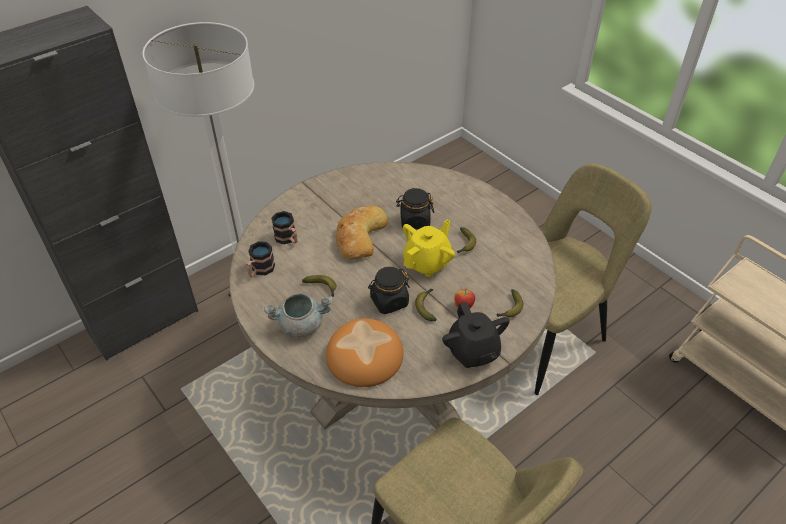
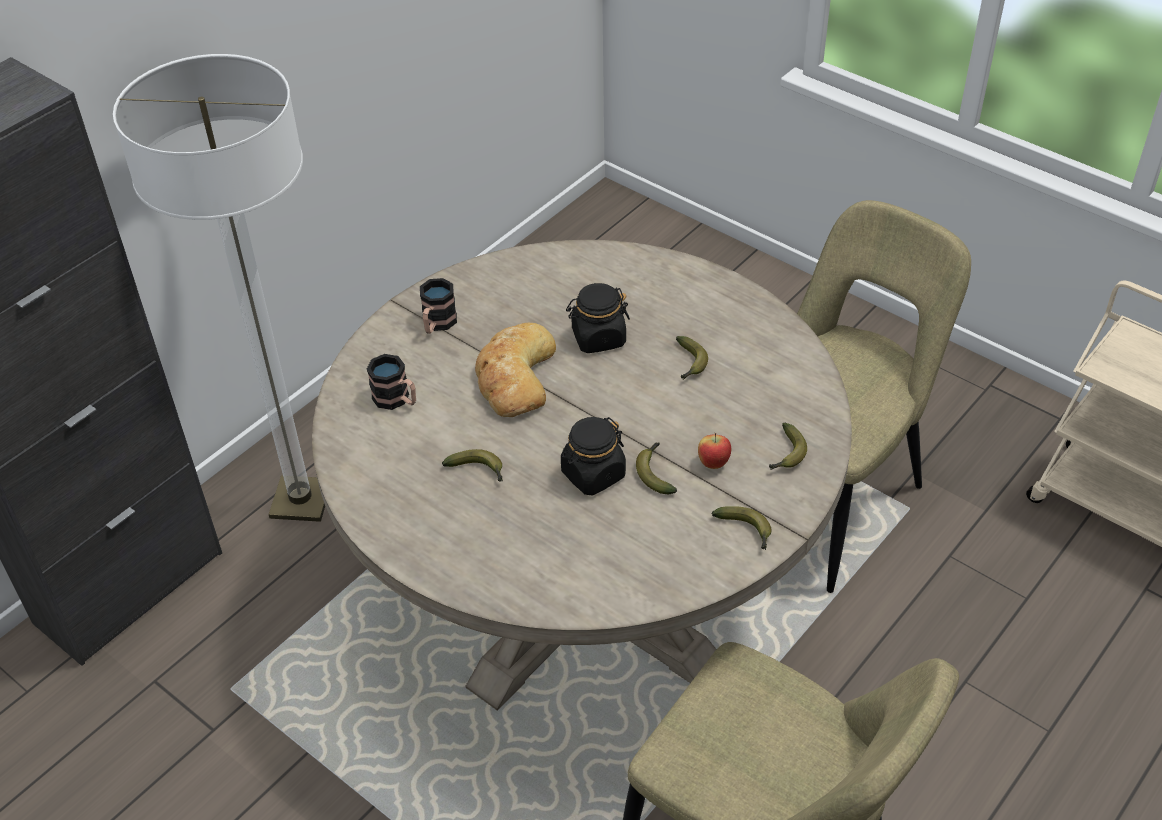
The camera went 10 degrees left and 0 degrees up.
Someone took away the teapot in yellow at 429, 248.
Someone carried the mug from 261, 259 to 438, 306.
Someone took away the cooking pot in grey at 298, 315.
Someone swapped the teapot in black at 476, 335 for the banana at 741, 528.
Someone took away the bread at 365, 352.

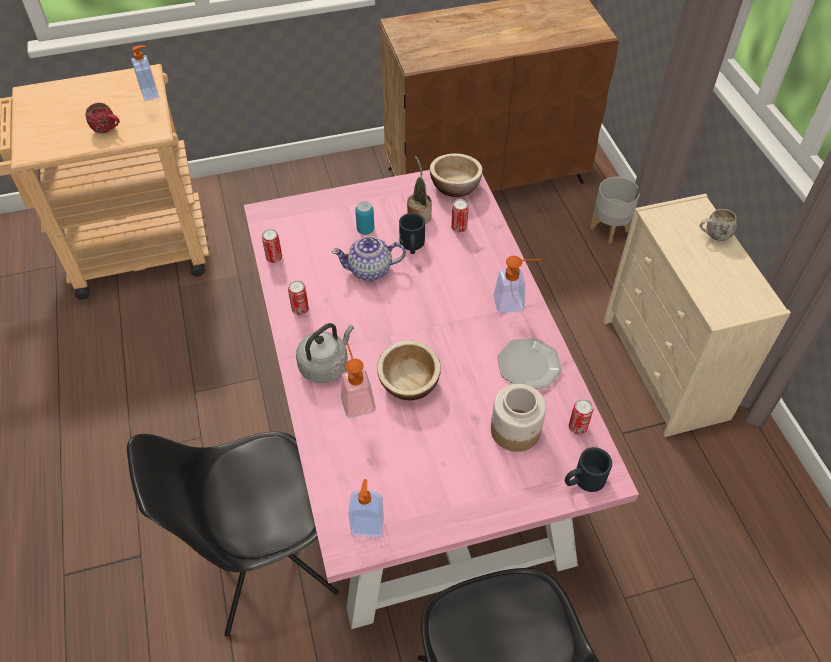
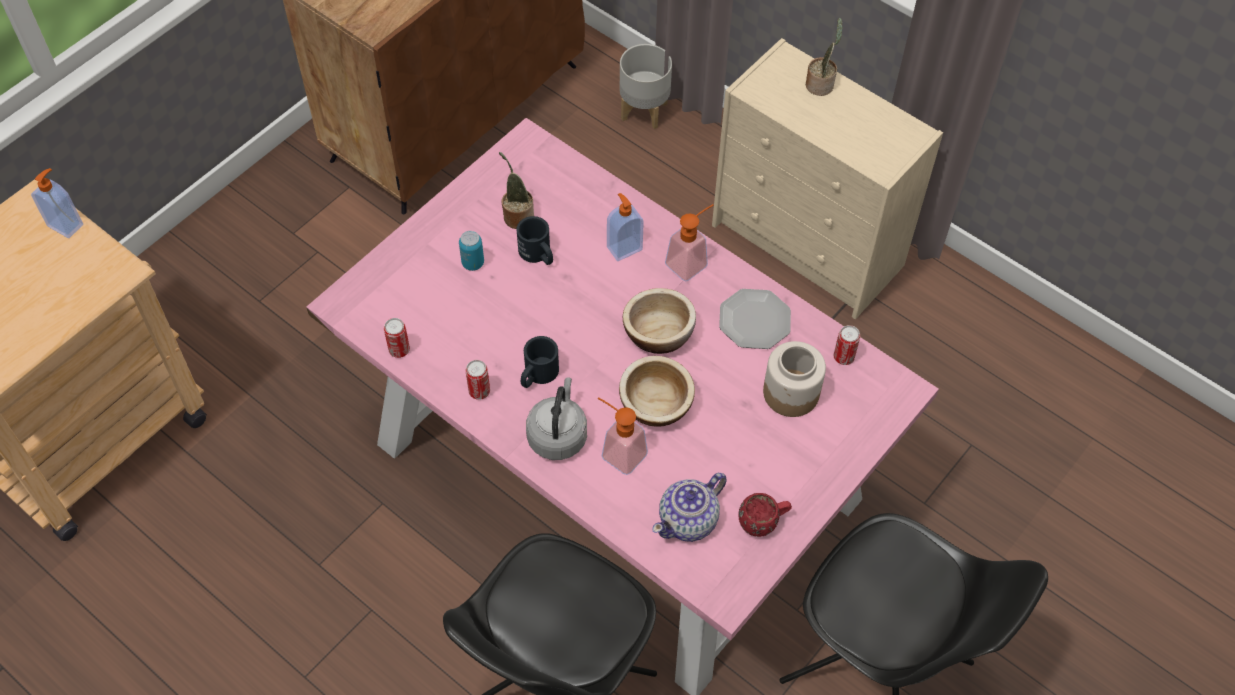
The camera went 35 degrees left and 5 degrees up.
Someone carried the mug in red from 103, 118 to 765, 515.
Someone carried the bowl from 456, 175 to 659, 321.
Someone took away the can at 460, 216.
Someone swapped the mug in white at 718, 225 for the potted plant at 824, 57.
Someone carried the teapot from 369, 258 to 689, 507.
Someone carried the mug in black from 588, 469 to 540, 362.
Someone carried the soap dispenser from 366, 508 to 625, 227.

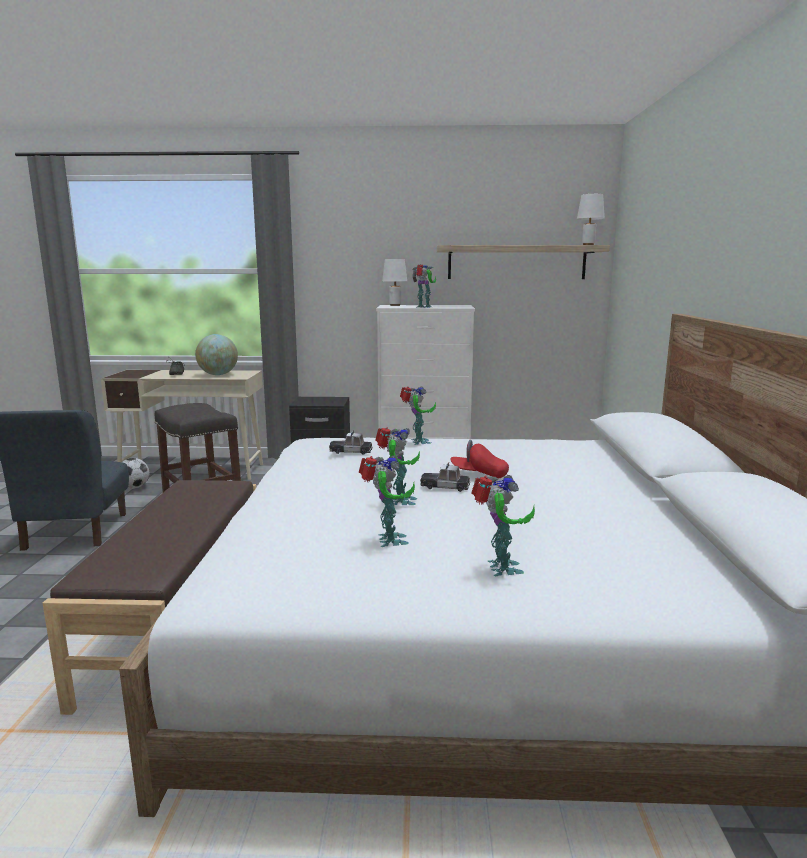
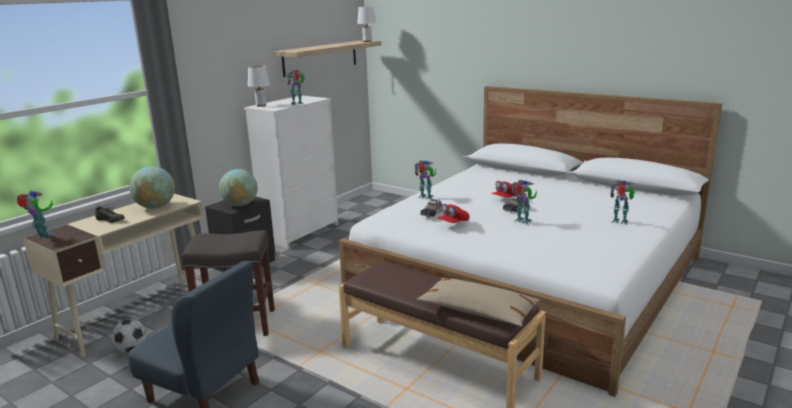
The camera went 55 degrees left and 5 degrees up.
Someone carried the toy robot from 387, 501 to 36, 215.
Someone put down the globe at 238, 187.
Someone put down the cap in red at 453, 213.
Someone put down the pillow in beige at 478, 302.

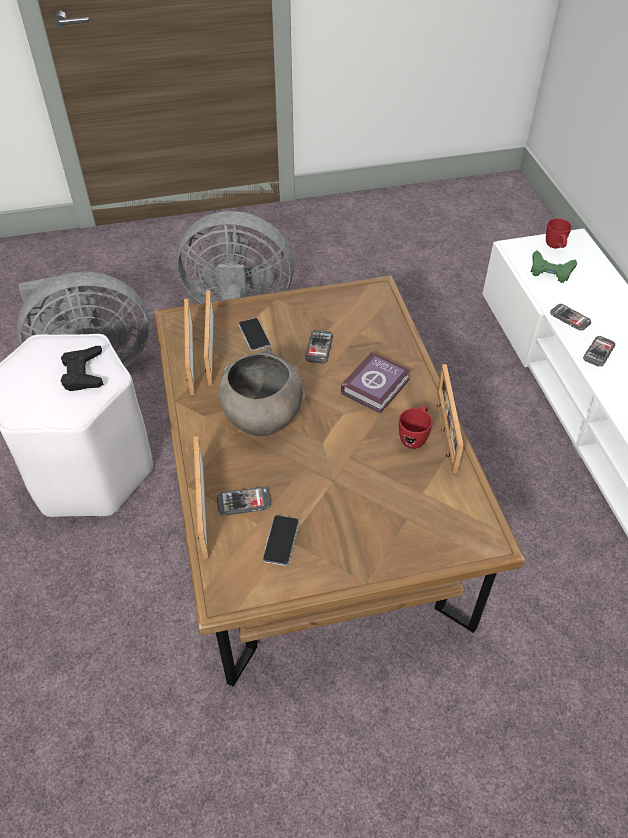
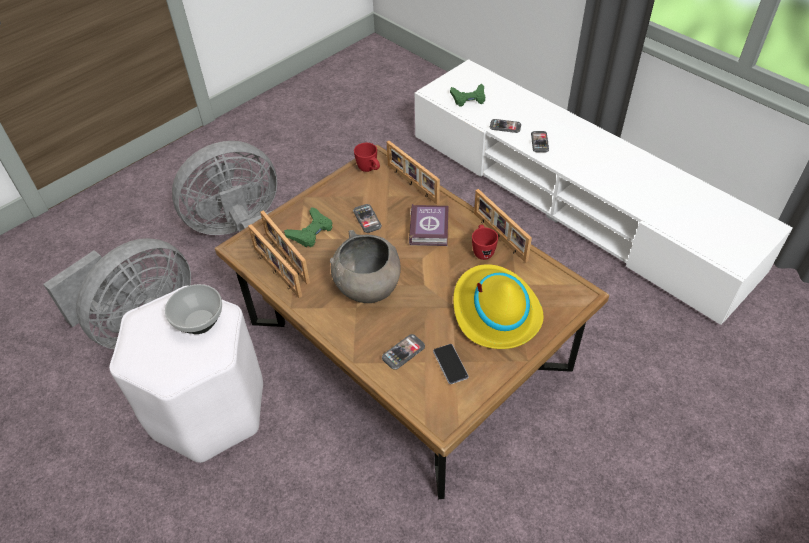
The camera went 30 degrees left and 0 degrees up.
Someone carried the mug in red from 559, 233 to 367, 157.
Someone swapped the phone at 254, 334 for the game controller in green at 308, 227.
Someone swapped the game controller in black at 82, 368 for the bowl at 193, 309.
Someone carried the picture frame from 201, 497 to 413, 172.
Someone put down the hat in yellow at 498, 306.

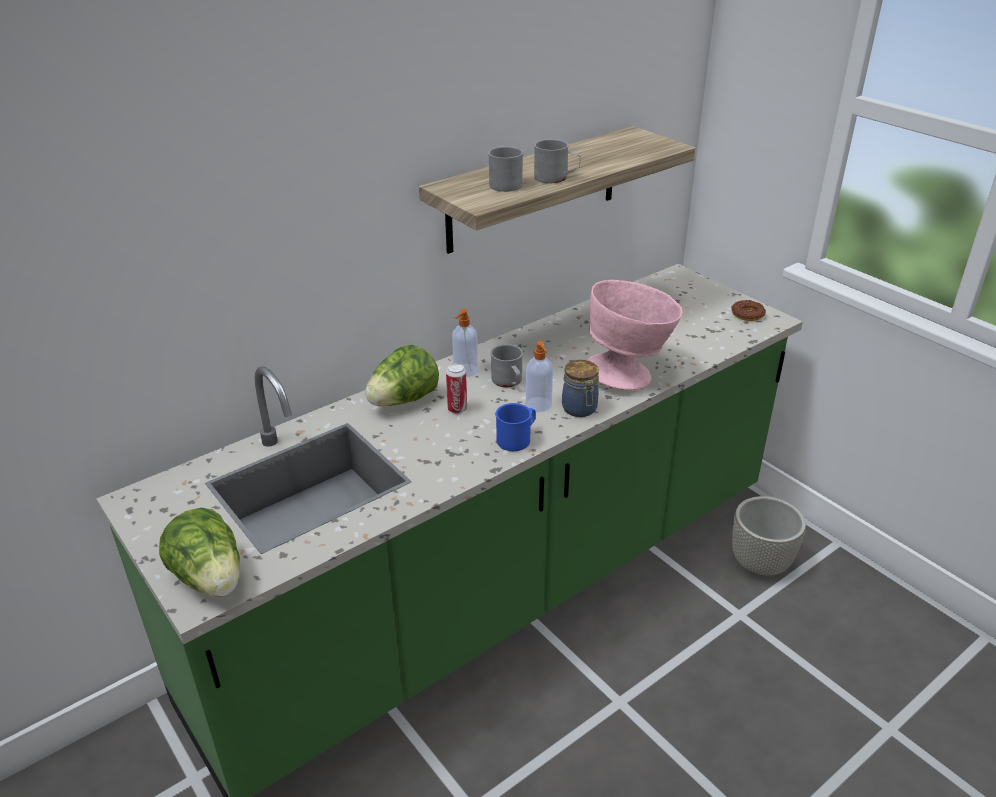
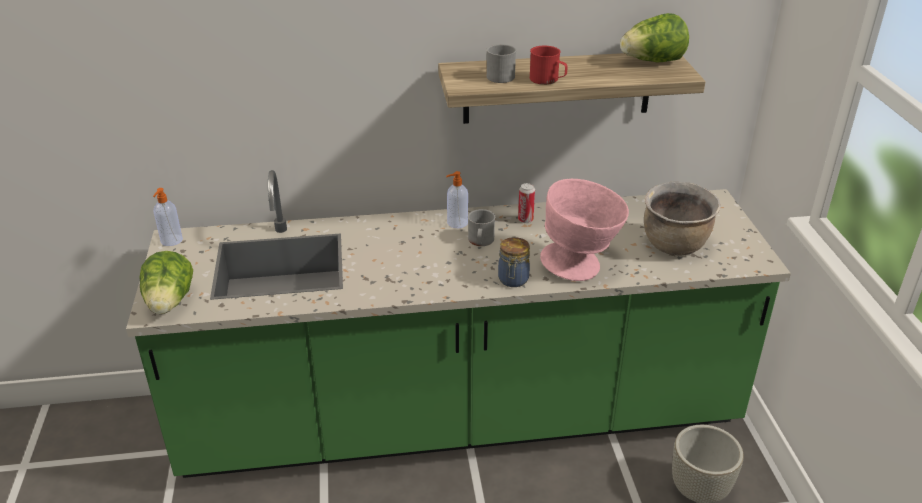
The camera went 30 degrees right and 0 degrees up.
Someone repainted the mug in grey at 557, 161, which became the mug in red at 549, 65.
Someone took away the donut at 748, 310.
Someone carried the soap dispenser from 539, 376 to 168, 217.
Someone carried the lettuce from 402, 375 to 654, 37.
Someone carried the can from 456, 388 to 526, 203.
Someone took away the mug in blue at 516, 427.
Someone put down the cooking pot in brown at 682, 218.

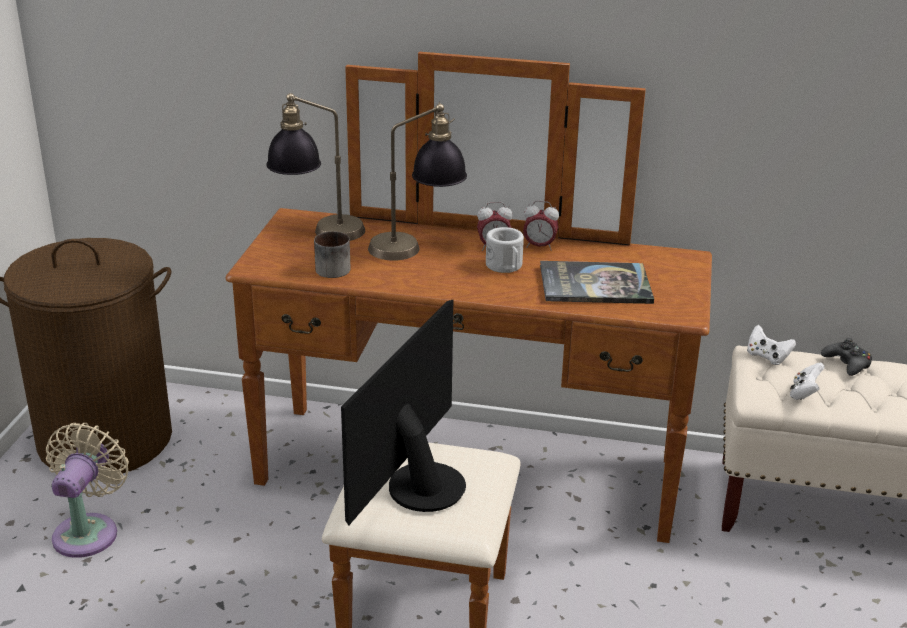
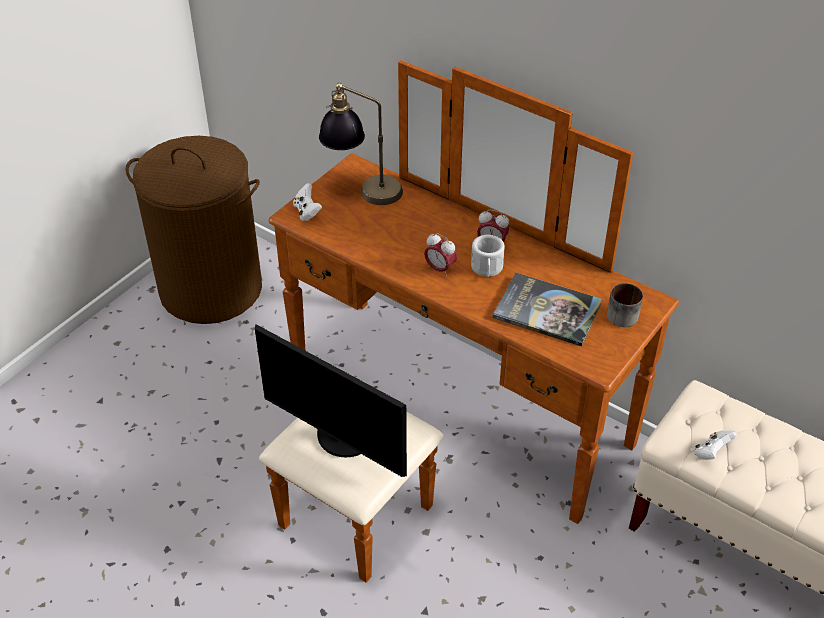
The camera went 25 degrees right and 15 degrees up.
Someone took away the table lamp at 417, 181.
Someone carried the alarm clock from 541, 226 to 440, 255.
Someone carried the mug from 332, 254 to 625, 305.
Someone rotated the monitor at 403, 413 by 105 degrees counterclockwise.
Someone carried the game controller in white from 771, 345 to 307, 202.
Someone took away the game controller in black at 846, 357.
Someone took away the fan in beige at 87, 490.

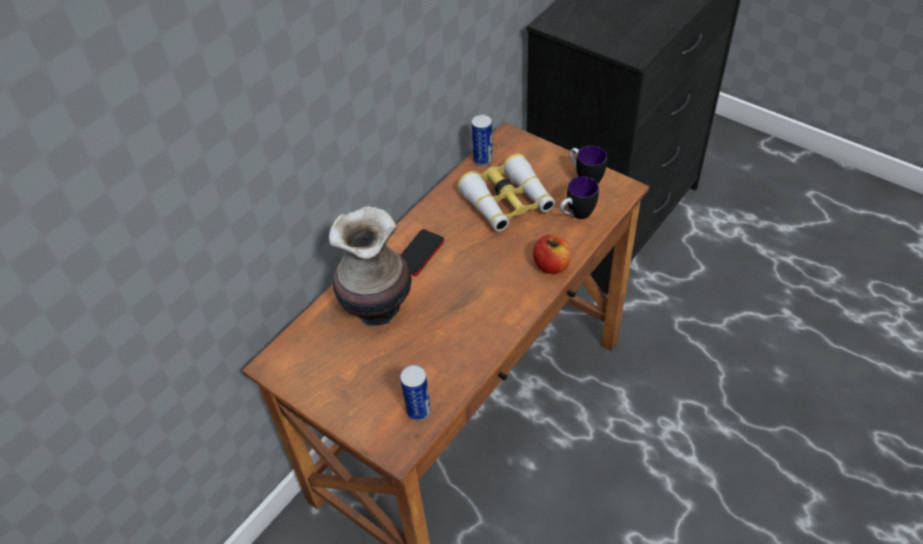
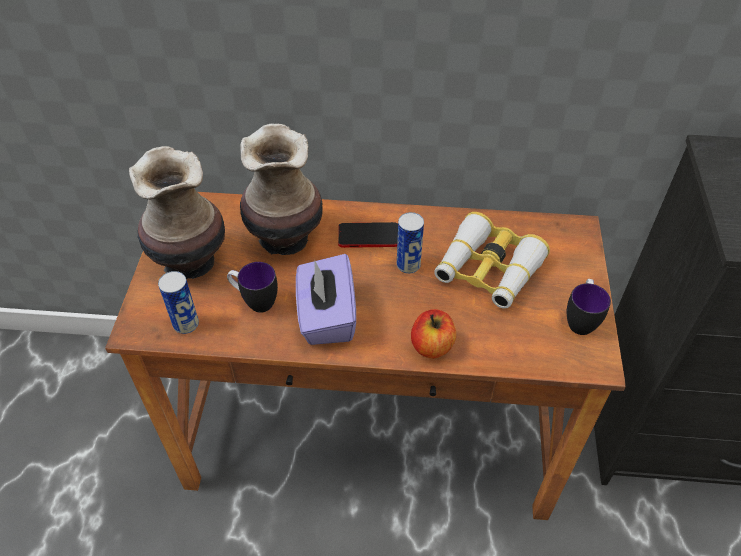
The camera went 55 degrees right and 0 degrees up.
Someone carried the can from 482, 140 to 410, 243.
Someone carried the mug from 579, 197 to 252, 287.
Someone put down the vase at 177, 212.
Someone put down the tissue box in purple at 326, 299.

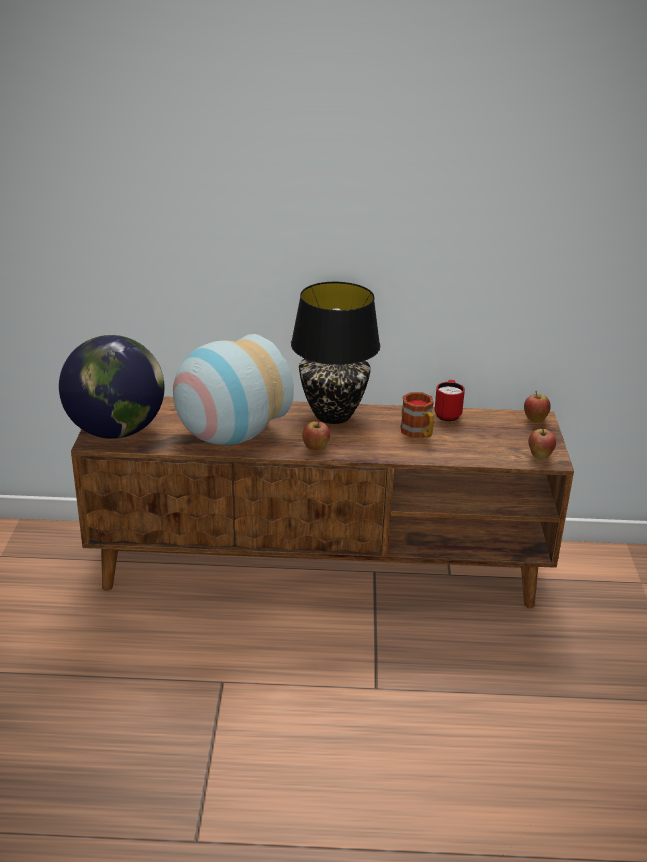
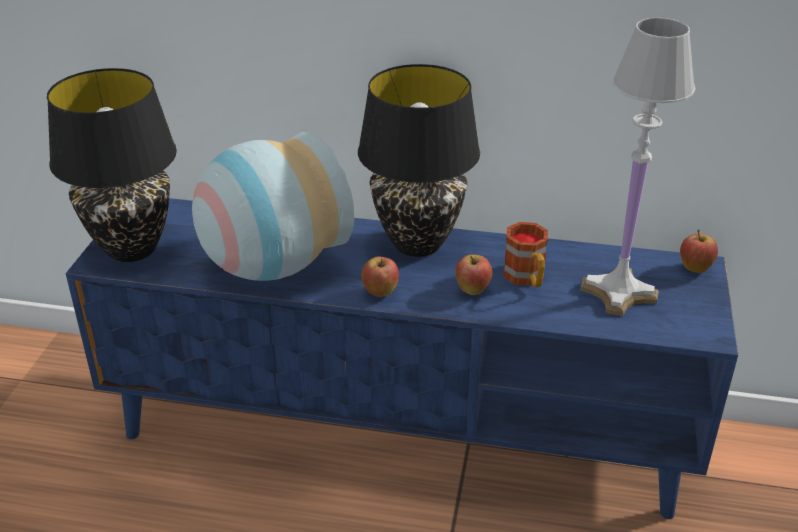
The camera went 10 degrees right and 5 degrees up.
Someone swapped the globe at 112, 387 for the table lamp in black at 112, 165.
Someone took away the mug in red at 450, 400.
Someone repainted the tv stand in brown at 322, 502, which became the tv stand in blue at 401, 358.
Someone carried the apple from 542, 444 to 474, 274.
Someone put down the table lamp in white at 638, 167.

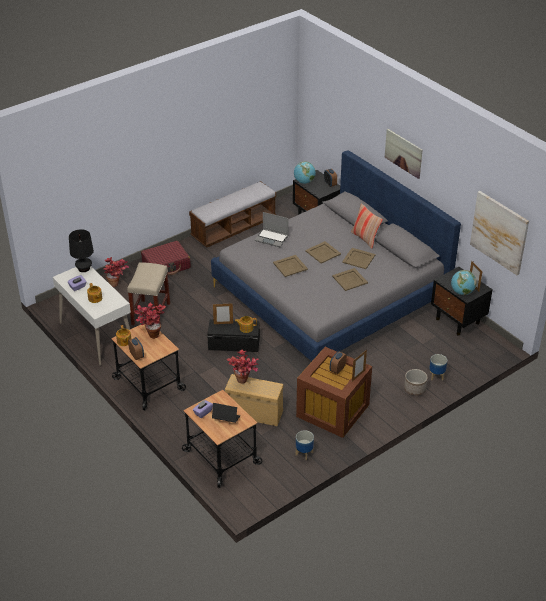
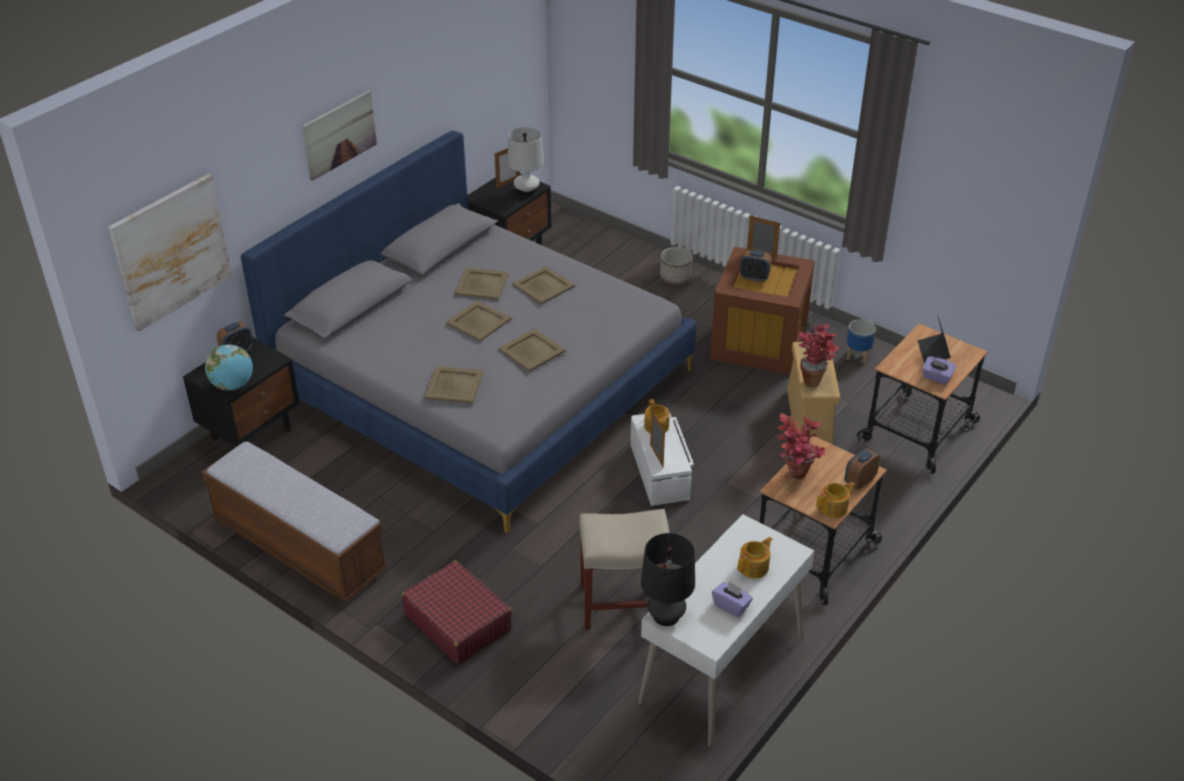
The camera went 105 degrees left and 0 degrees up.
Someone carried the picture from 499, 233 to 170, 253.
Someone took away the pillow at 367, 226.
Someone swapped the laptop at 272, 229 for the tray in beige at 454, 384.
Someone took away the potted plant at 116, 272.
Someone swapped the globe at 464, 282 for the table lamp in white at 526, 161.
Someone repainted the storage box in black at 233, 335, which became the storage box in white at 662, 459.
Someone took away the planter at 438, 367.

